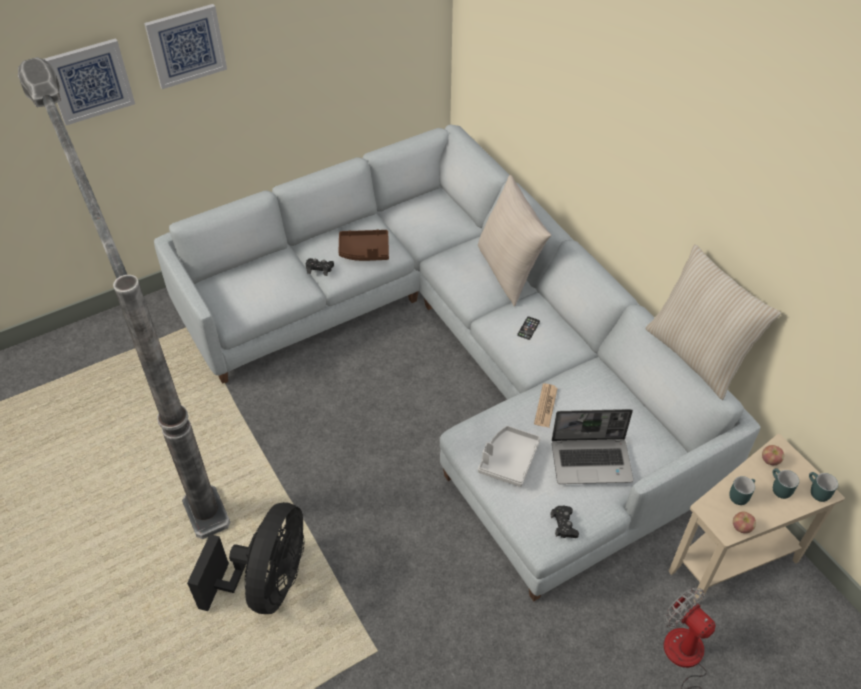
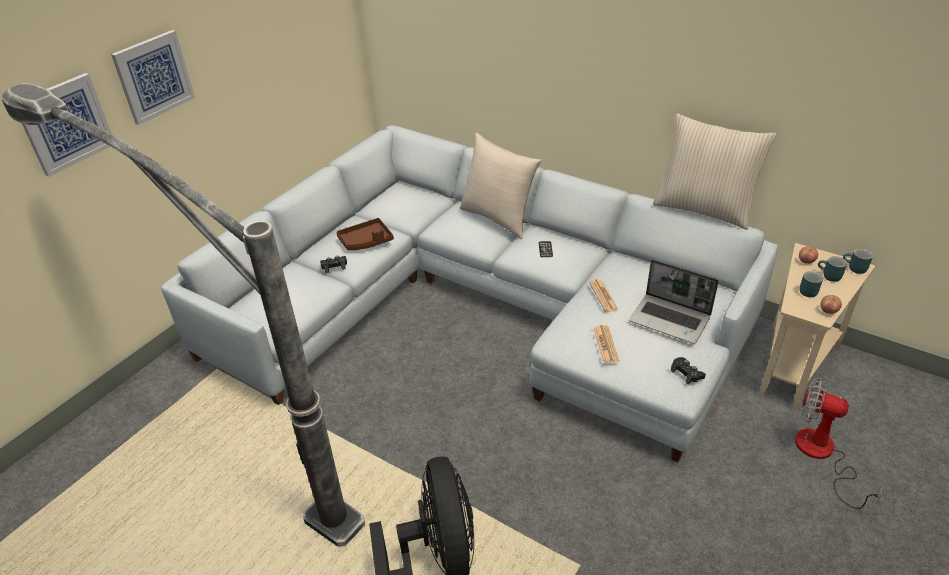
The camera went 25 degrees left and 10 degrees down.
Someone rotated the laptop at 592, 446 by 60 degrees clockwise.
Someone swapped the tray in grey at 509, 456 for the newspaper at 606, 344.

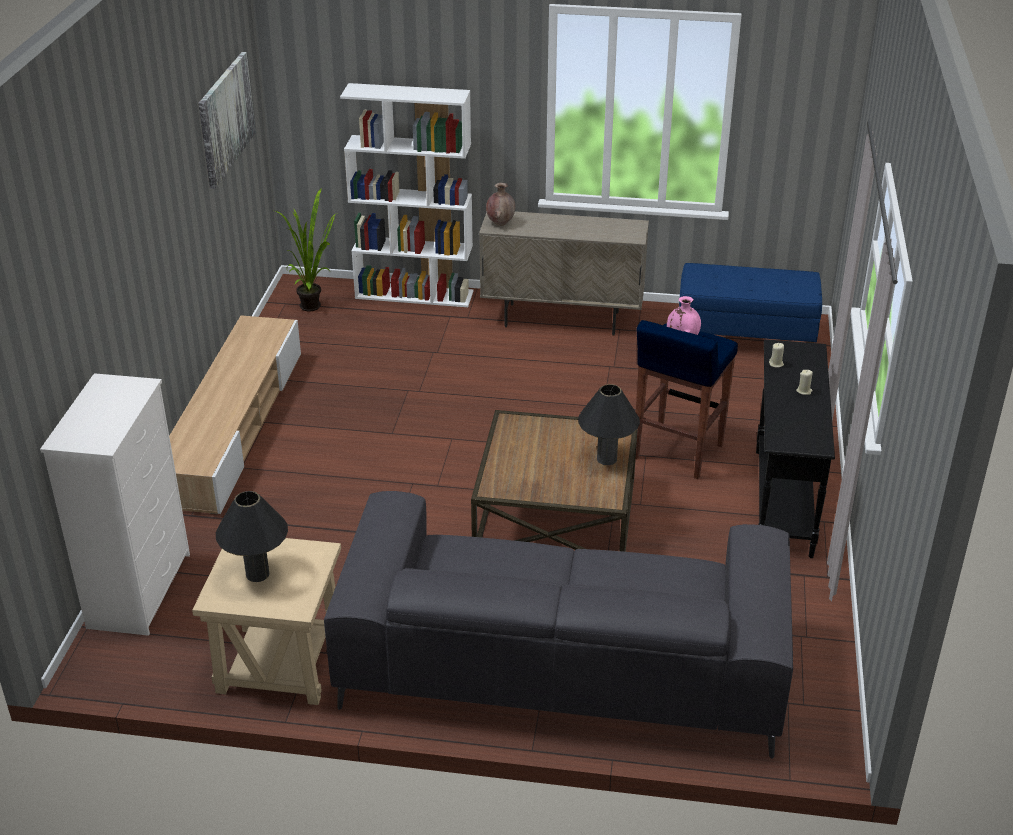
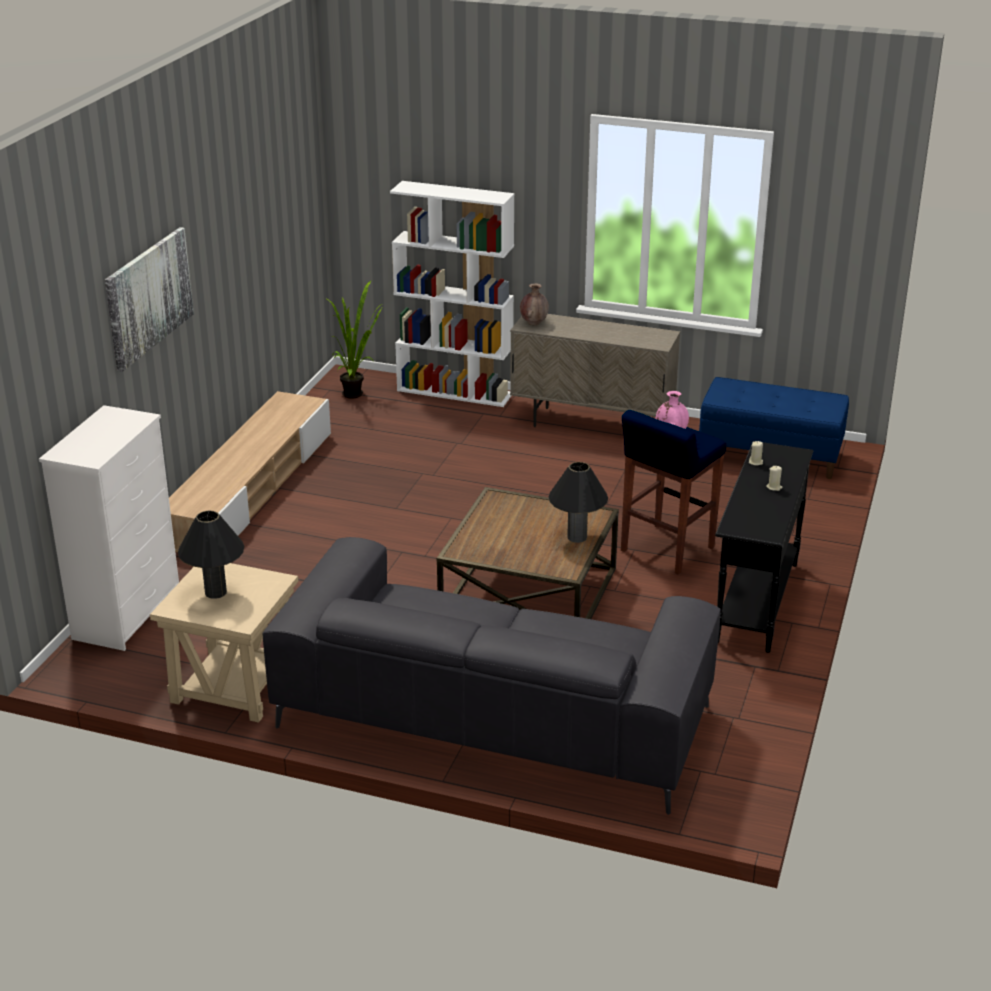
The camera went 10 degrees right and 5 degrees down.
Someone carried the picture from 227, 120 to 149, 299.

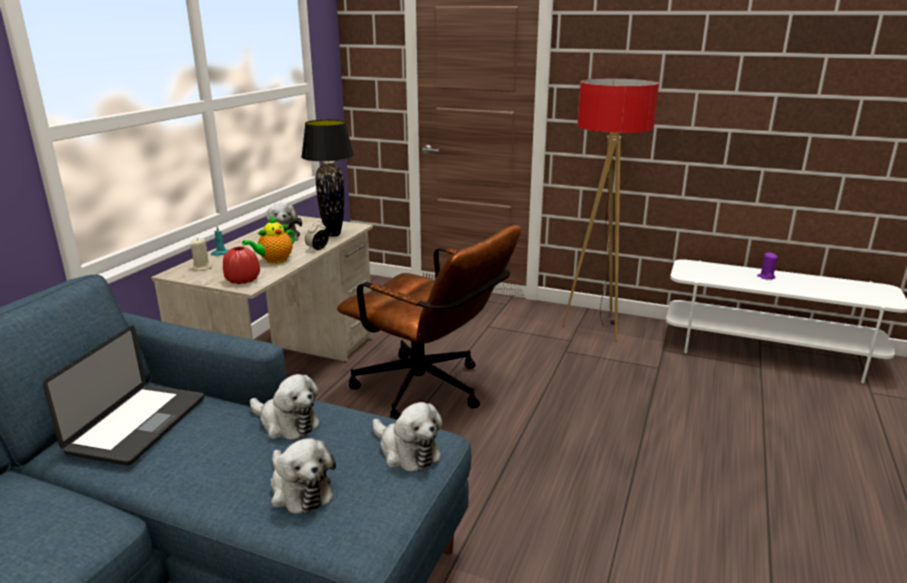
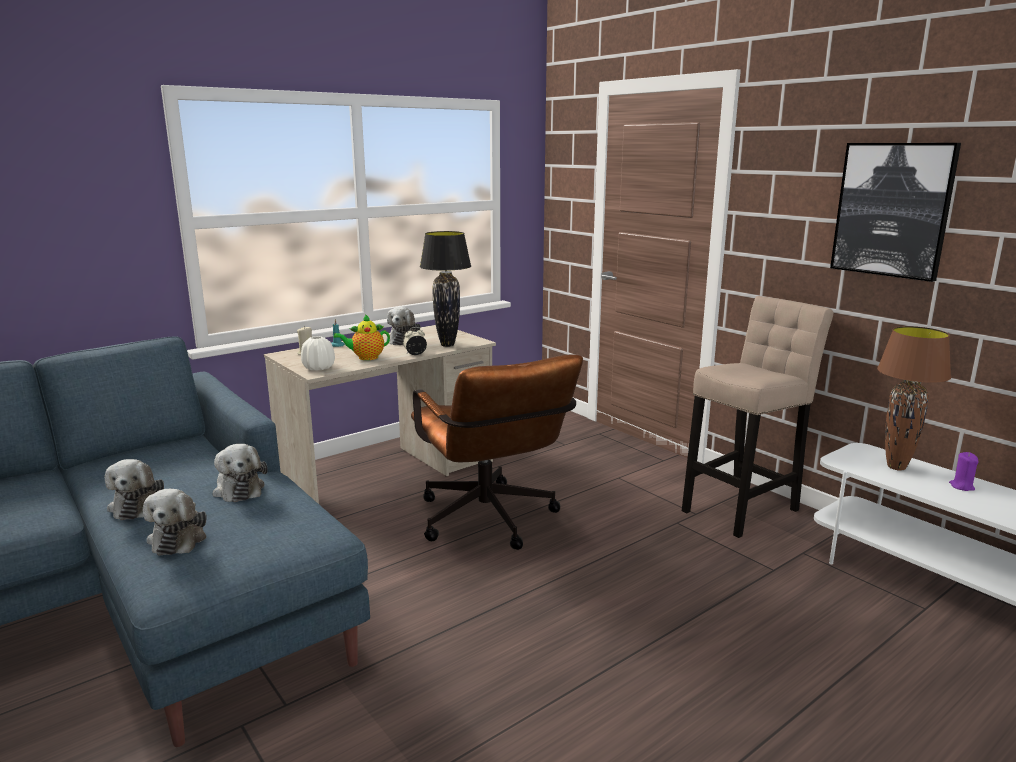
The camera went 30 degrees right and 5 degrees down.
Someone swapped the floor lamp at 610, 210 for the stool in beige at 757, 417.
Someone repainted the vase in red at 241, 265, which became the vase in white at 318, 353.
Someone took away the laptop at 123, 395.
Someone carried the plush toy from 407, 437 to 134, 489.
Someone put up the picture at 895, 212.
Someone put down the table lamp in brown at 914, 398.

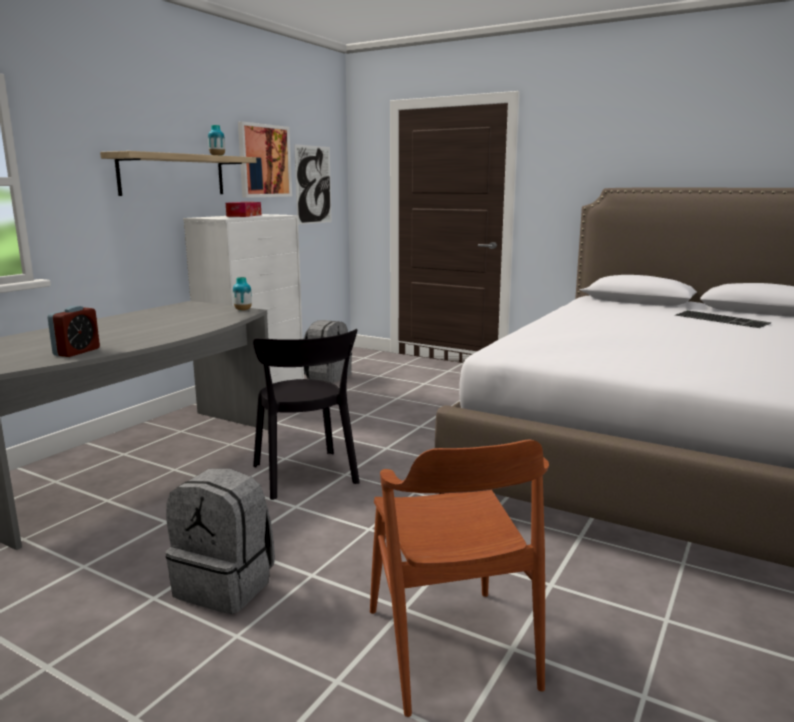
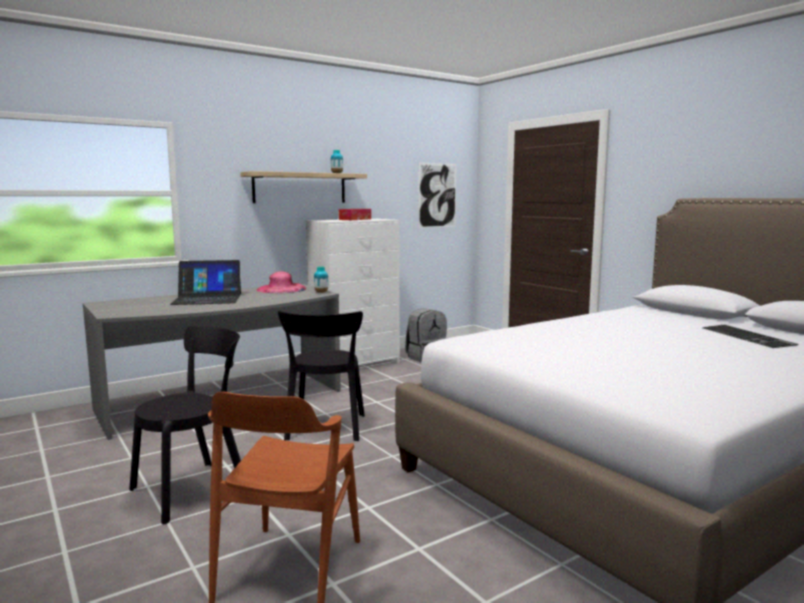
The camera went 25 degrees right and 5 degrees down.
Someone took away the picture at 265, 159.
Someone took away the alarm clock at 73, 331.
Someone swapped the backpack in grey at 220, 541 for the chair in black at 185, 424.
Someone put down the laptop at 205, 282.
Someone put down the hat in pink at 282, 282.

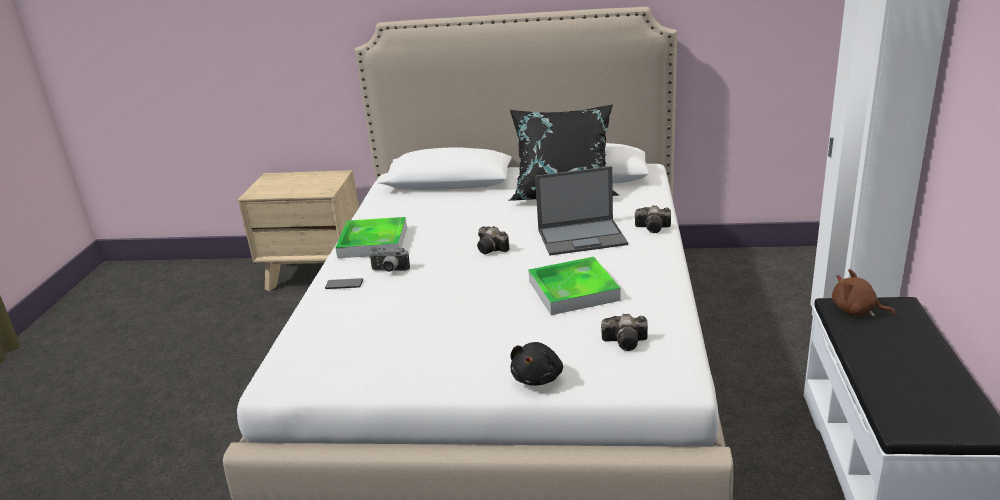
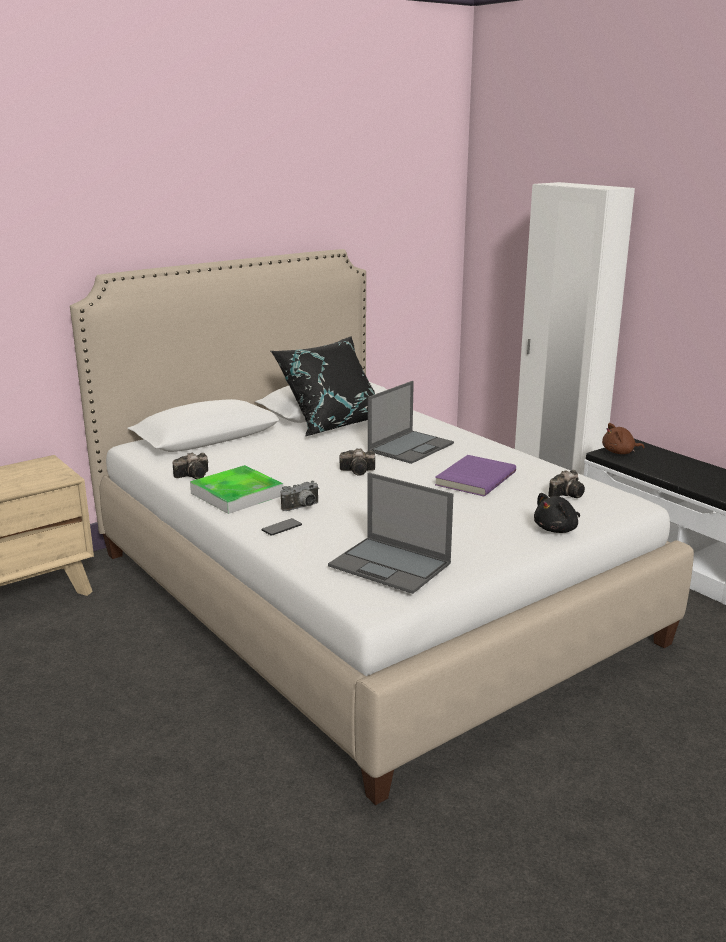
The camera went 45 degrees left and 5 degrees down.
Someone carried the photo camera from 653, 219 to 190, 466.
Someone swapped the tray at 574, 286 for the book in purple at 475, 475.
Someone rotated the plush toy in black at 536, 364 by 75 degrees clockwise.
Someone put down the laptop at 390, 533.

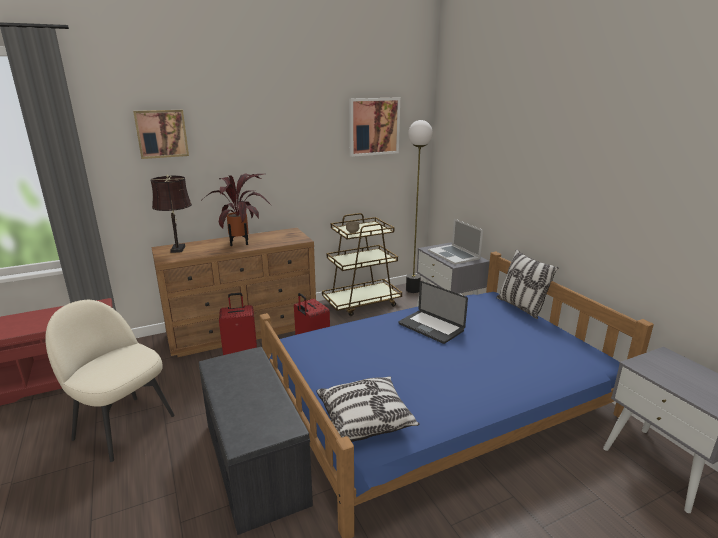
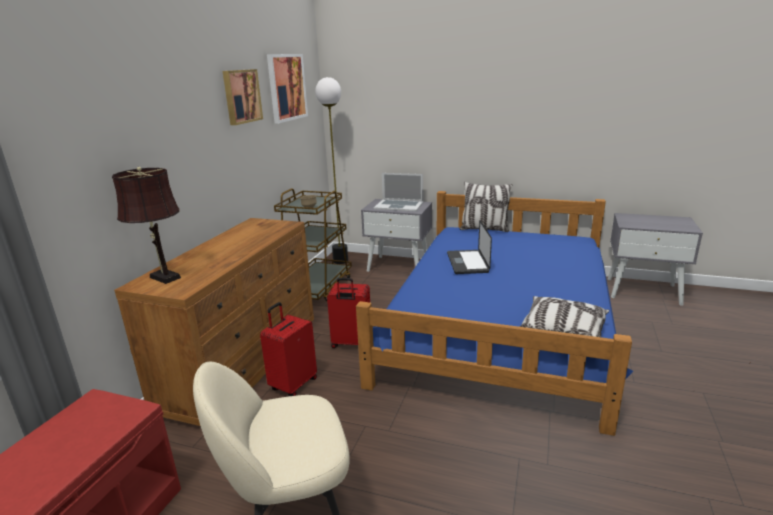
The camera went 45 degrees left and 0 degrees up.
Someone carried the picture from 161, 134 to 243, 97.
Someone took away the potted plant at 236, 209.
Someone rotated the laptop at 433, 312 by 90 degrees clockwise.
Someone took away the bench in grey at 256, 441.

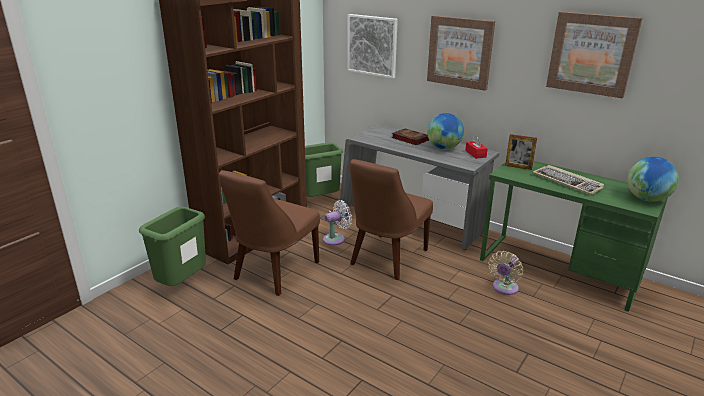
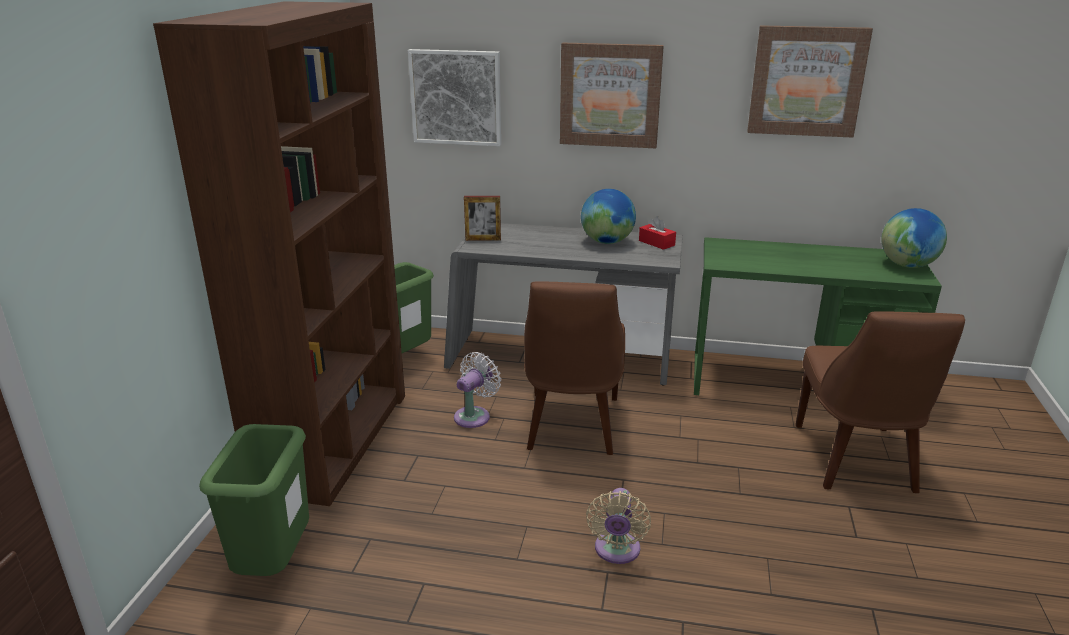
The camera went 25 degrees left and 0 degrees up.
Someone took away the book at 410, 136.
Someone carried the picture frame from 521, 152 to 482, 218.
Someone took away the keyboard at 568, 180.
Someone carried the chair in brown from 269, 233 to 880, 402.
Someone carried the fan in beige from 505, 273 to 618, 526.

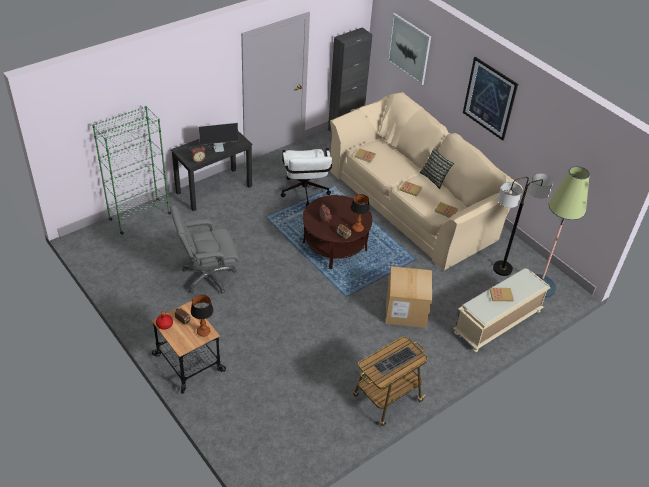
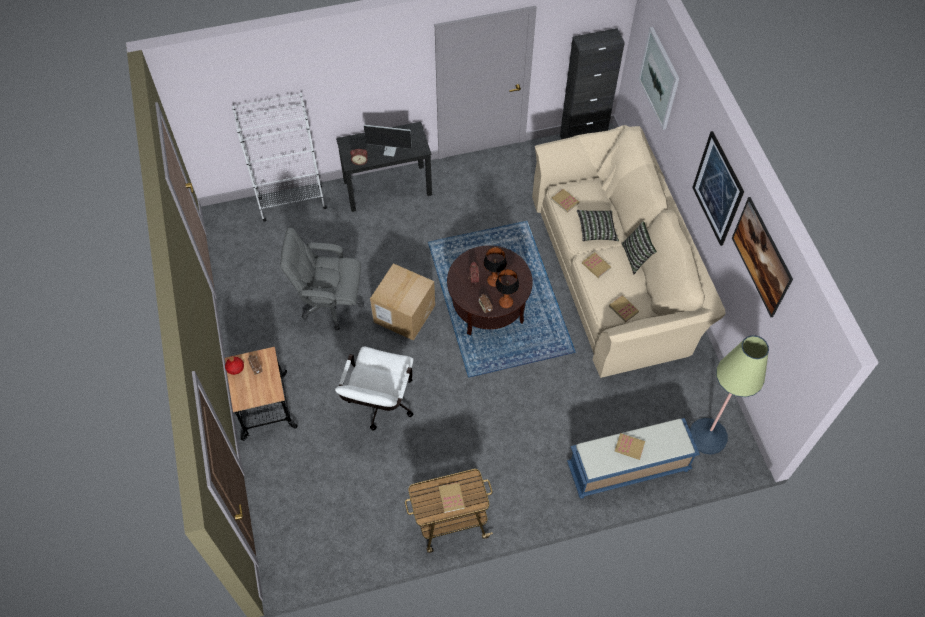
The camera went 25 degrees right and 15 degrees up.
Someone repainted the bookcase in green at 131, 170, which became the bookcase in white at 279, 157.
Someone carried the office chair in white from 306, 177 to 374, 389.
Someone took away the floor lamp at 523, 224.
Someone carried the cardboard box from 409, 297 to 402, 302.
Someone repainted the bench in beige at 502, 310, which became the bench in blue at 633, 458.
Someone carried the table lamp from 202, 316 to 495, 267.
Someone swapped the keyboard at 395, 361 for the book at 452, 497.
Someone put up the picture at 762, 257.
Someone put down the pillow at 598, 225.

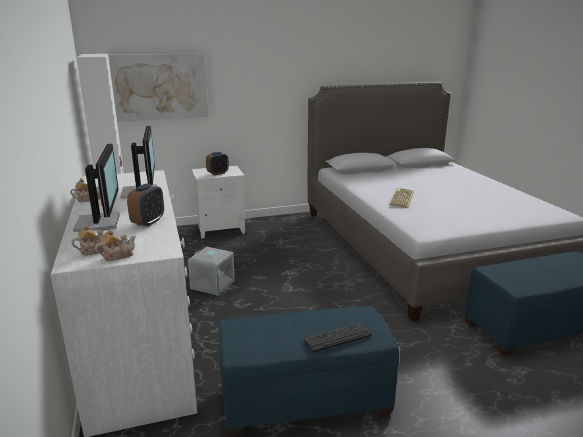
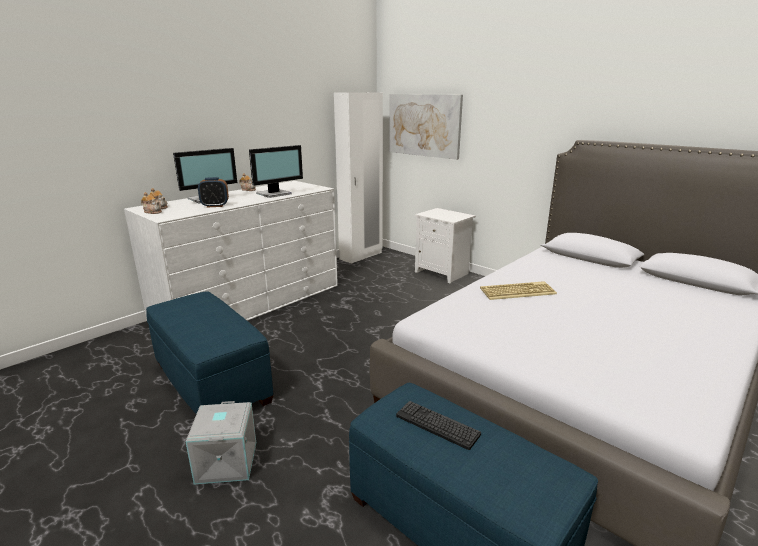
The camera went 60 degrees right and 0 degrees up.
Someone took away the alarm clock at 217, 163.
Someone carried the storage box in grey from 211, 271 to 220, 443.
Someone carried the keyboard from 337, 338 to 438, 425.

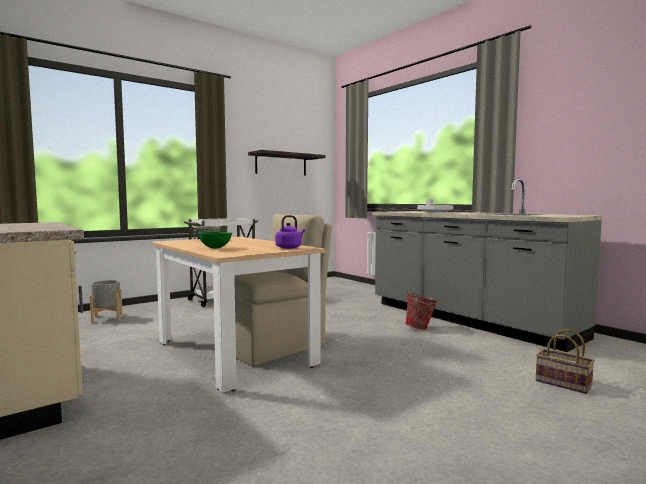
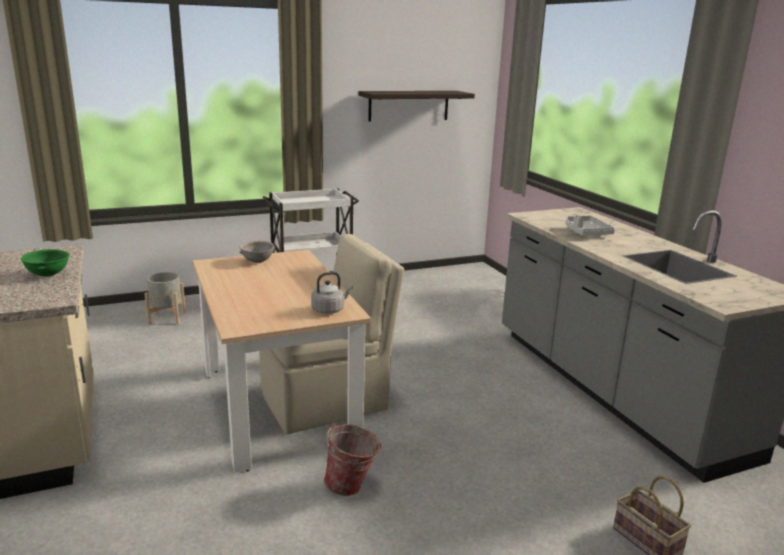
The camera went 15 degrees right and 15 degrees up.
Someone repainted the kettle in purple at 290, 232, which became the kettle in grey at 332, 293.
Someone carried the bowl in green from 215, 240 to 45, 263.
Someone carried the bucket from 422, 310 to 352, 459.

